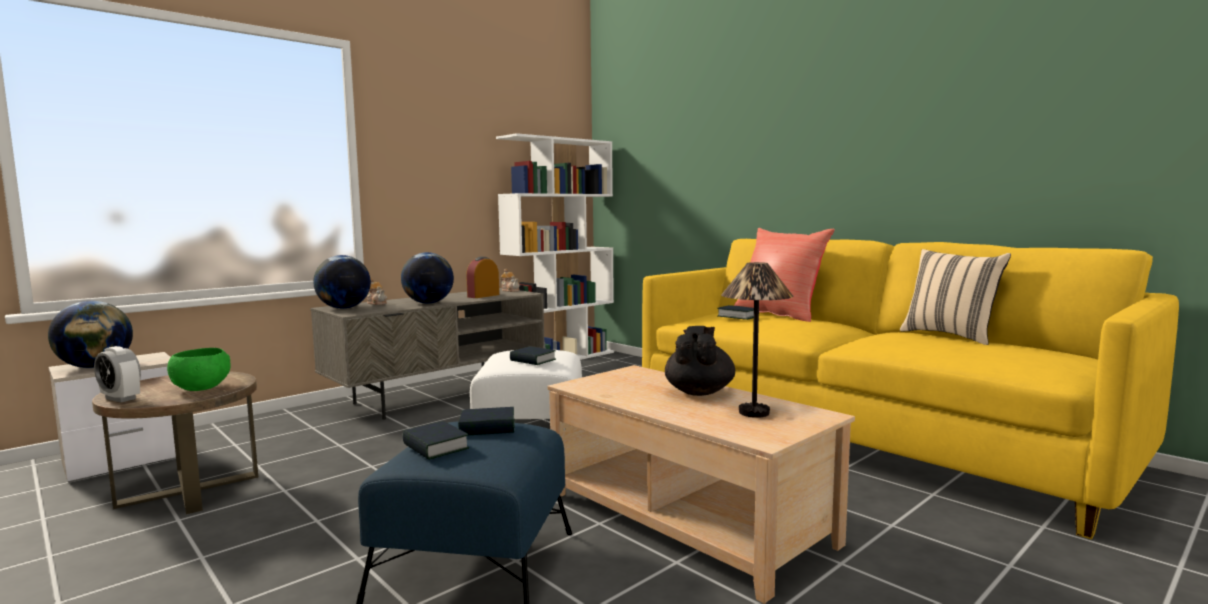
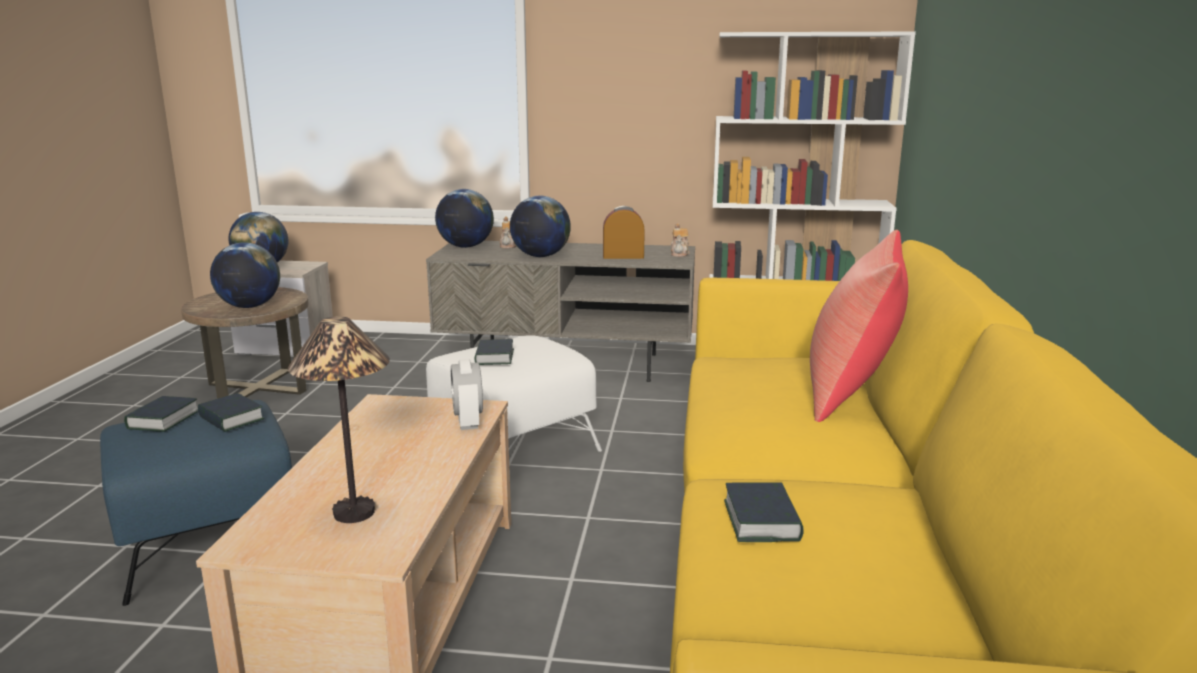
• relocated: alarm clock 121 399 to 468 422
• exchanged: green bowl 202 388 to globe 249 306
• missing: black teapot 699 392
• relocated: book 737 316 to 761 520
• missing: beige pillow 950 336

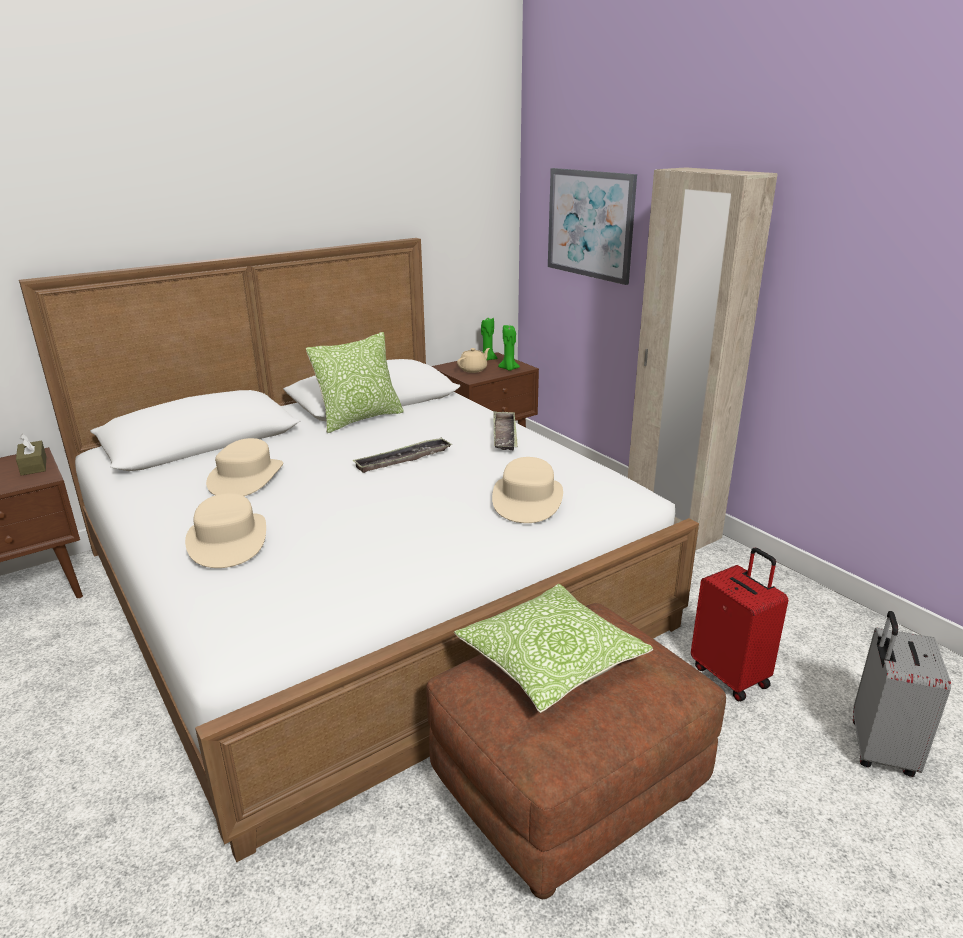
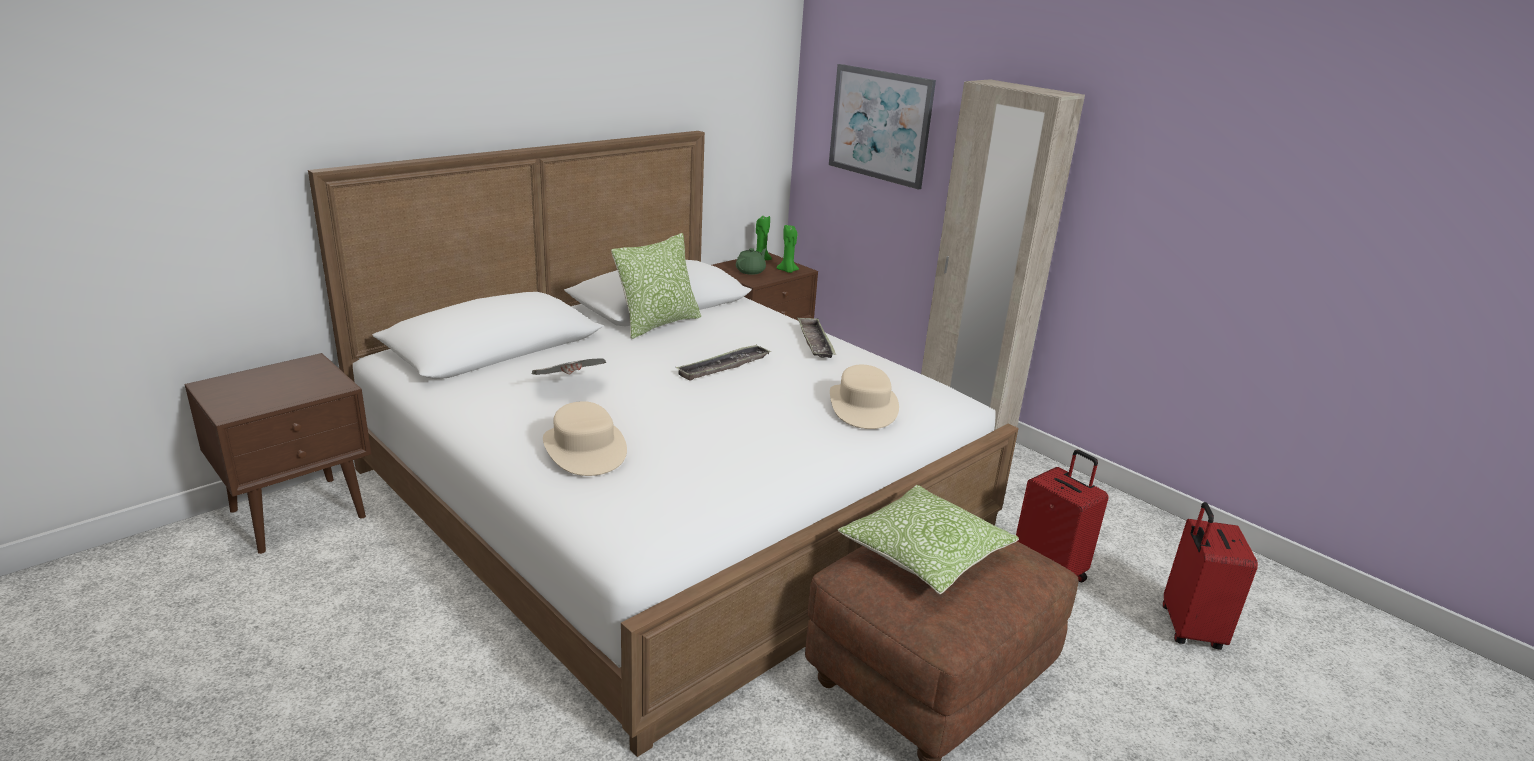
• missing: brown tissue box 33 465
• exchanged: beige hat 246 478 to newspaper 569 386
• colour: beige teapot 473 369 to green teapot 751 271
• colour: grey suitcase 879 749 to red suitcase 1188 628

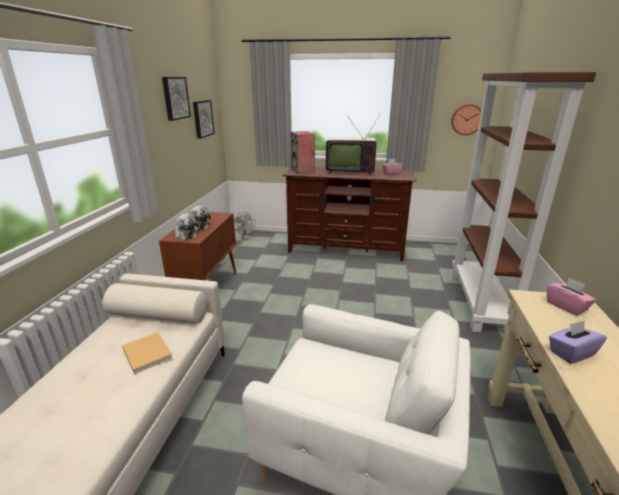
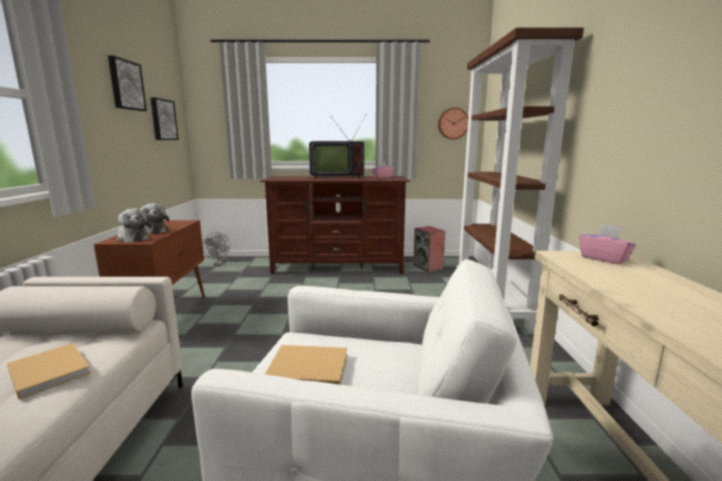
• relocated: speaker 303 171 to 428 267
• missing: purple tissue box 571 353
• appeared: beige book 305 369

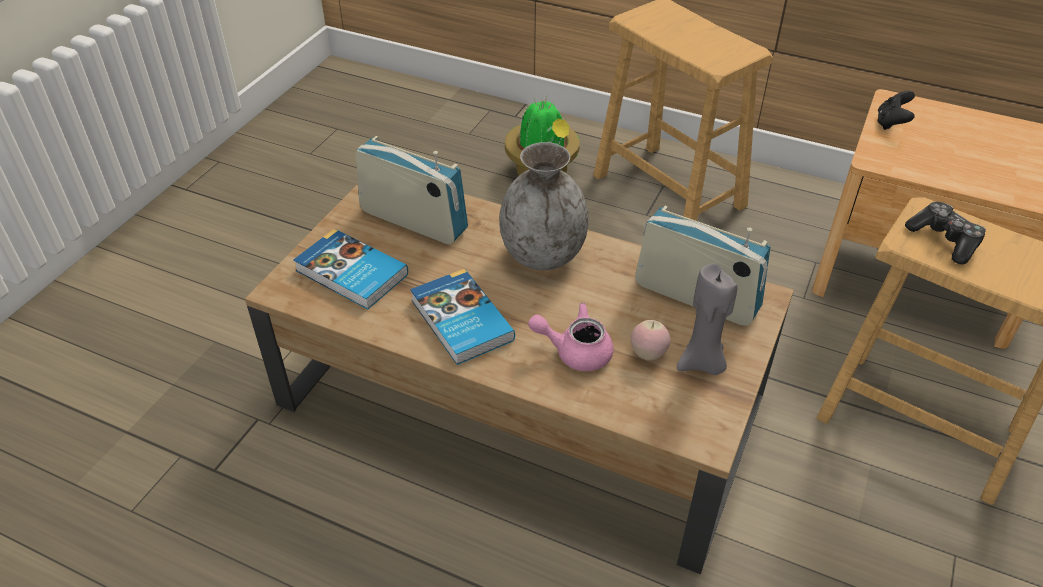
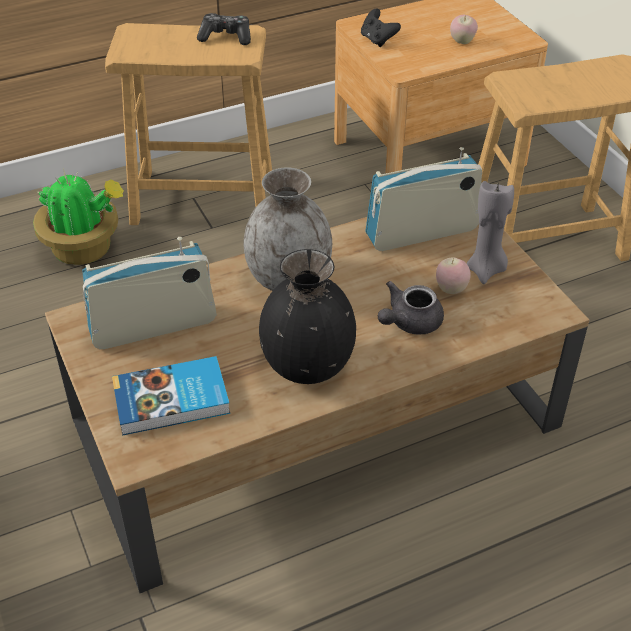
• exchanged: book 460 321 to black vase 308 365
• colour: pink teapot 575 351 to grey teapot 409 323
• relocated: game controller 944 240 to 226 37
• appeared: apple 462 42

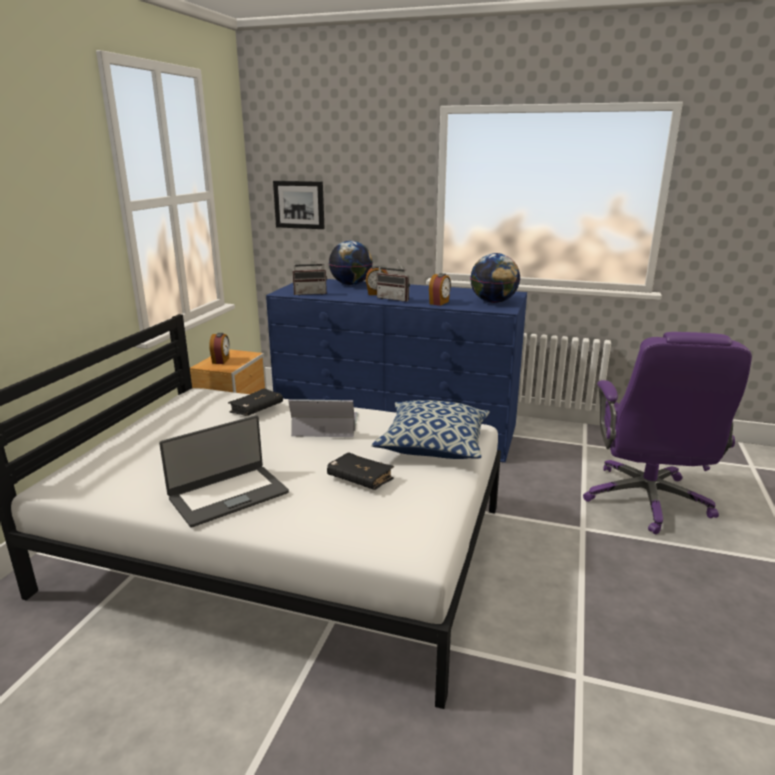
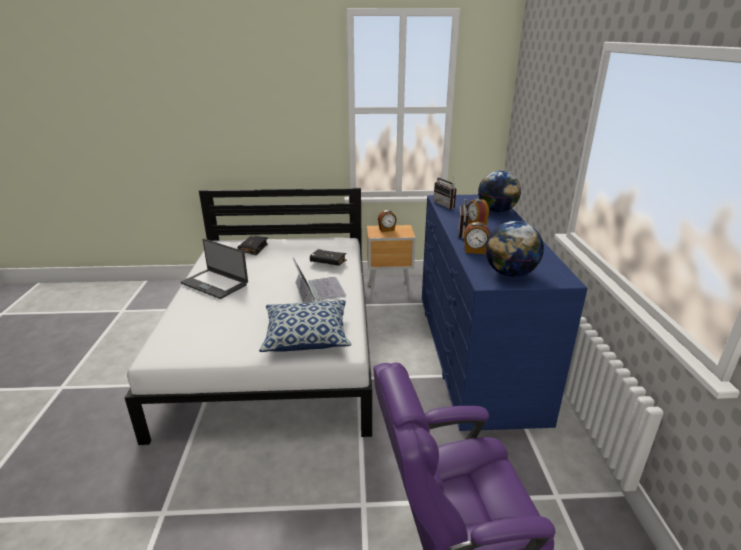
• missing: picture 299 204
• relocated: black book 360 479 to 253 248

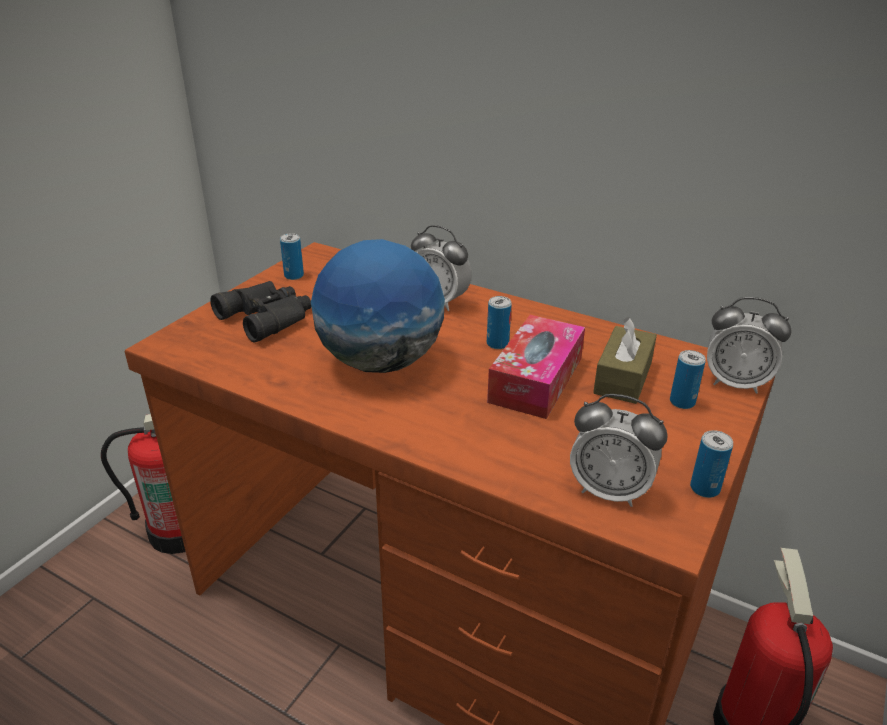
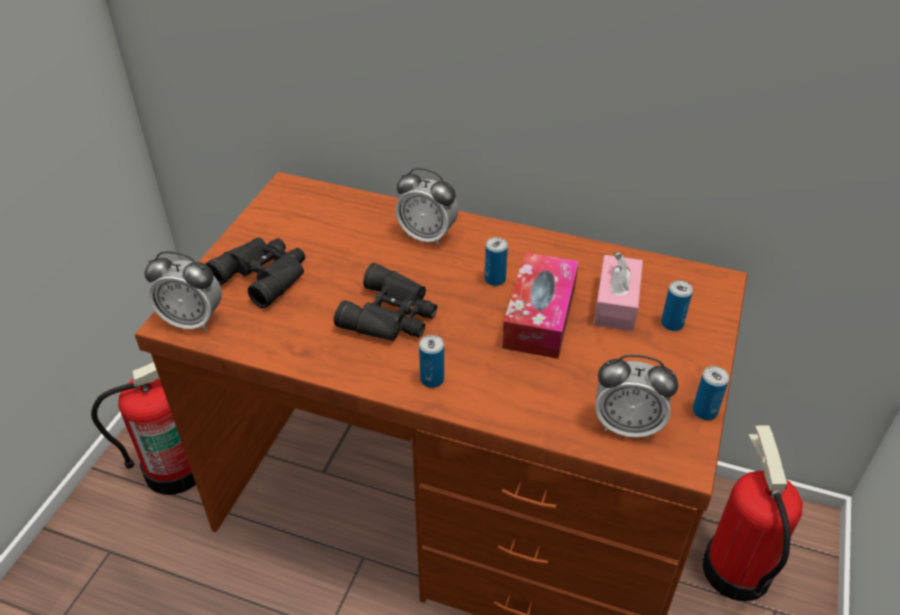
• relocated: can 294 276 to 432 379
• exchanged: globe 381 362 to black binoculars 392 315
• colour: brown tissue box 623 378 to pink tissue box 616 304
• relocated: alarm clock 735 383 to 193 321

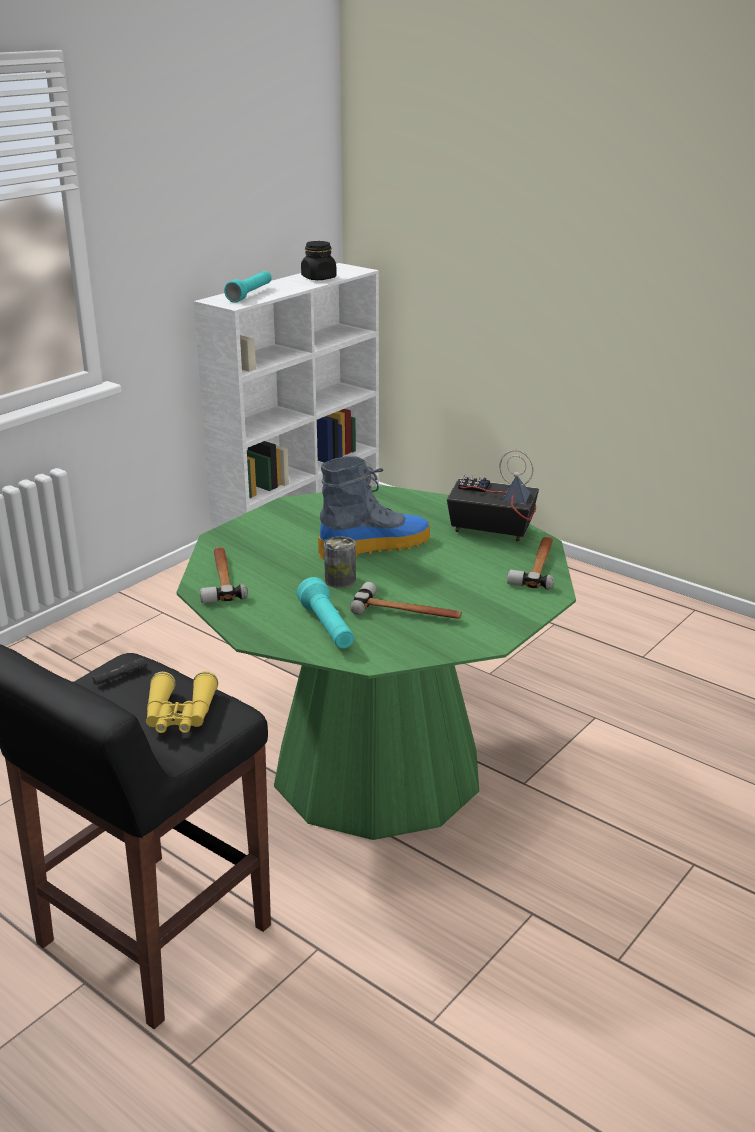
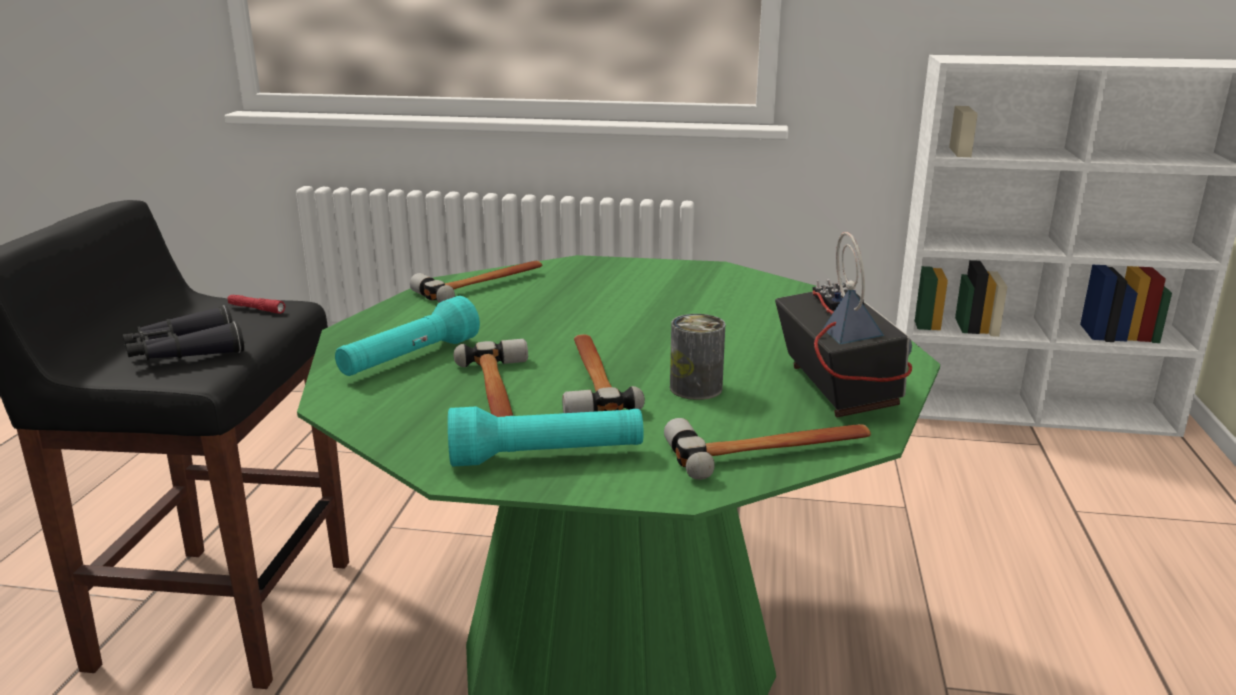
• colour: black flashlight 120 676 to red flashlight 256 309
• colour: yellow binoculars 180 715 to black binoculars 184 352
• relocated: turquoise flashlight 250 294 to 547 457
• missing: black jar 319 278
• missing: boot 375 546
• relocated: can 340 580 to 696 388
• appeared: hammer 591 380

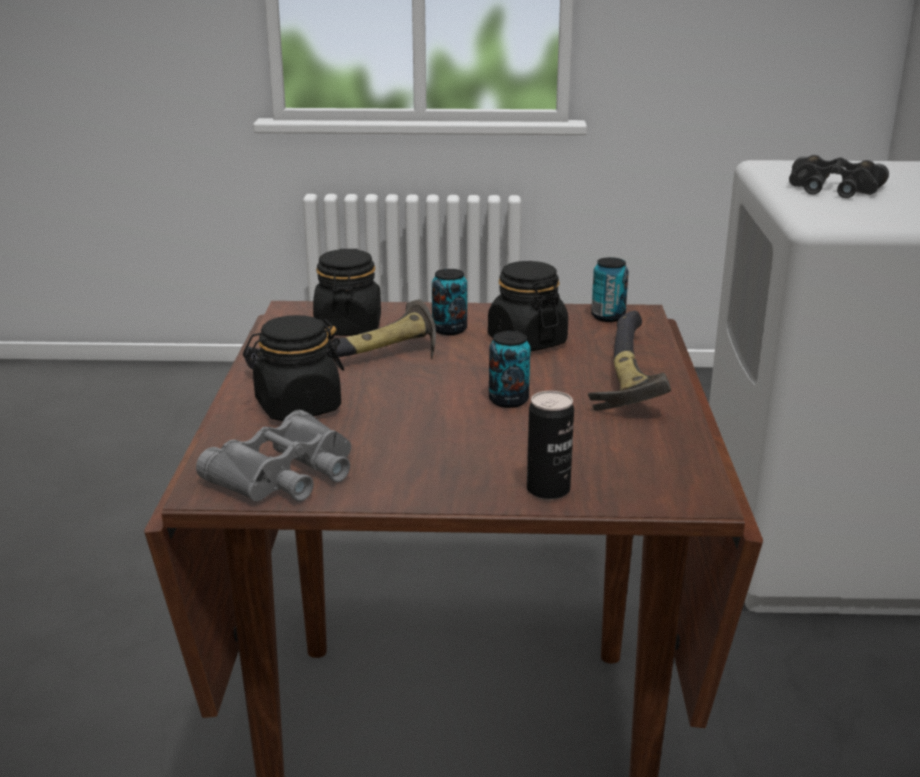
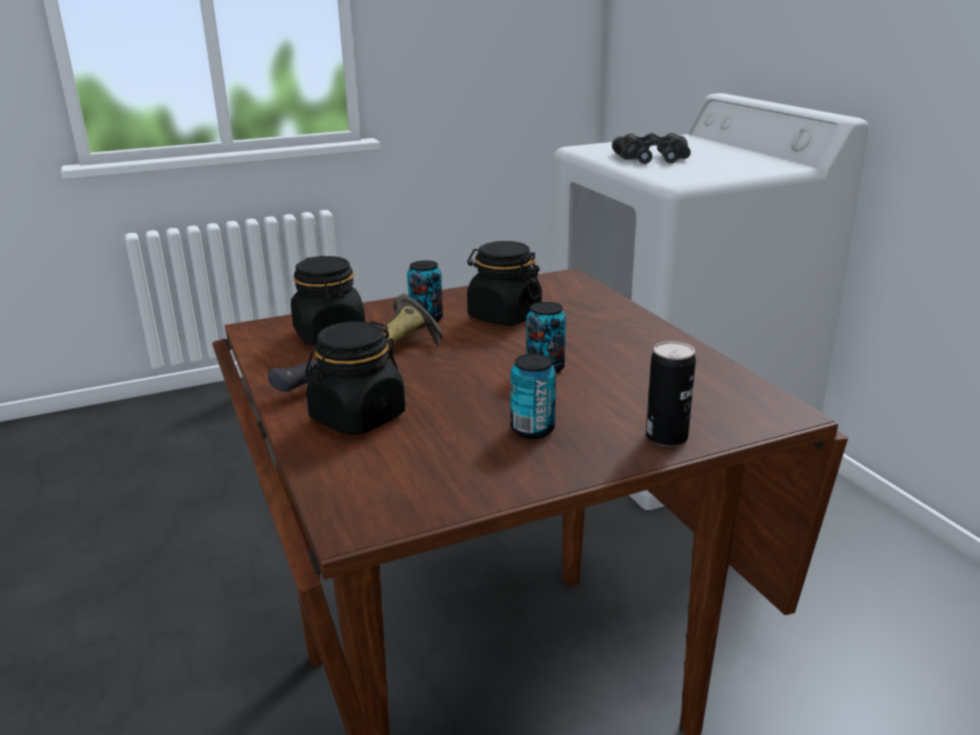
• missing: grey binoculars 286 473
• missing: hammer 623 378
• relocated: can 608 317 to 532 429

